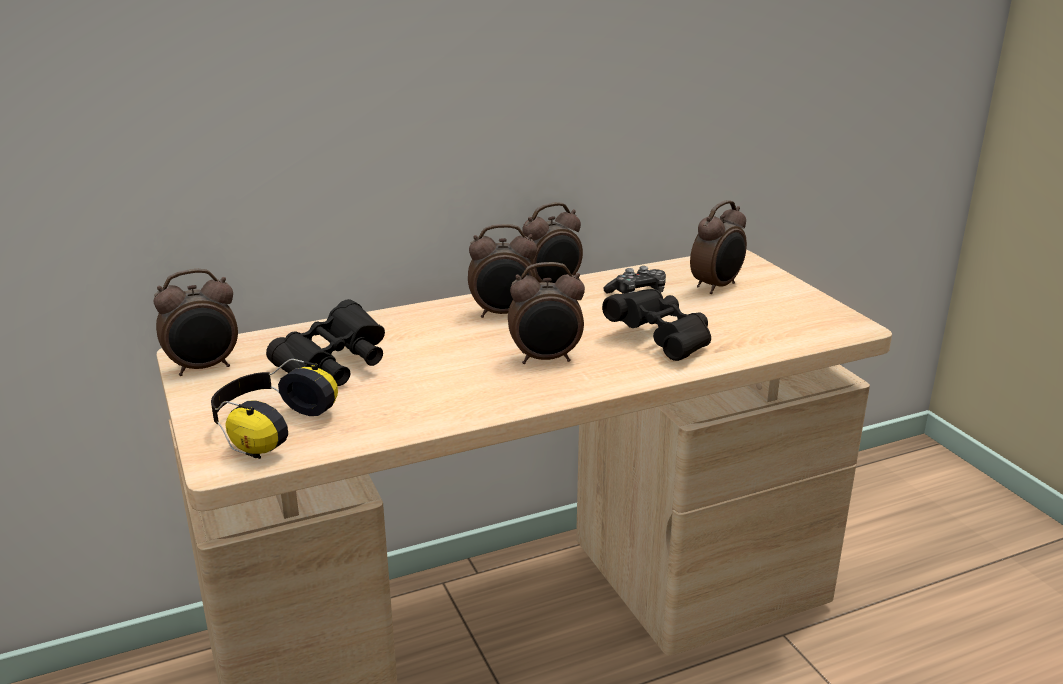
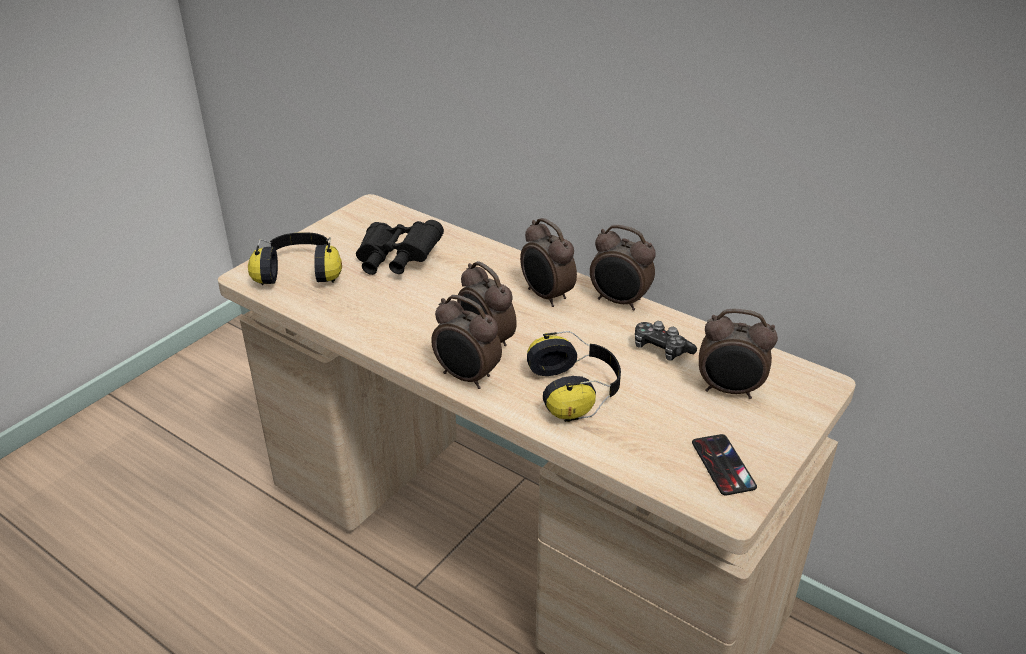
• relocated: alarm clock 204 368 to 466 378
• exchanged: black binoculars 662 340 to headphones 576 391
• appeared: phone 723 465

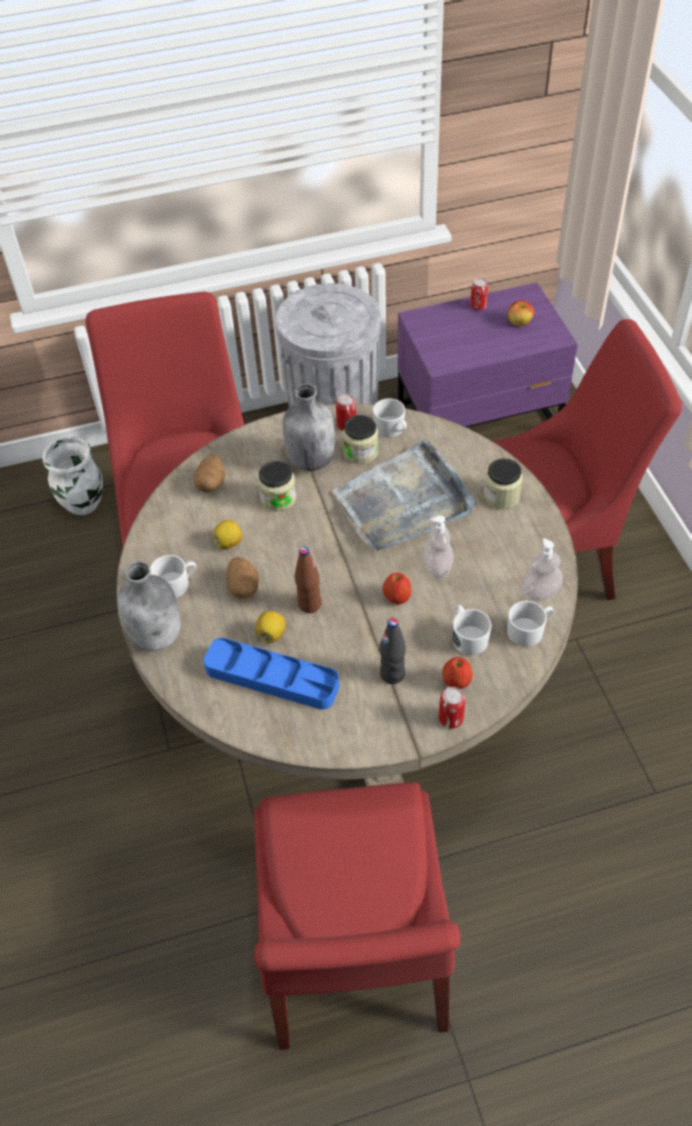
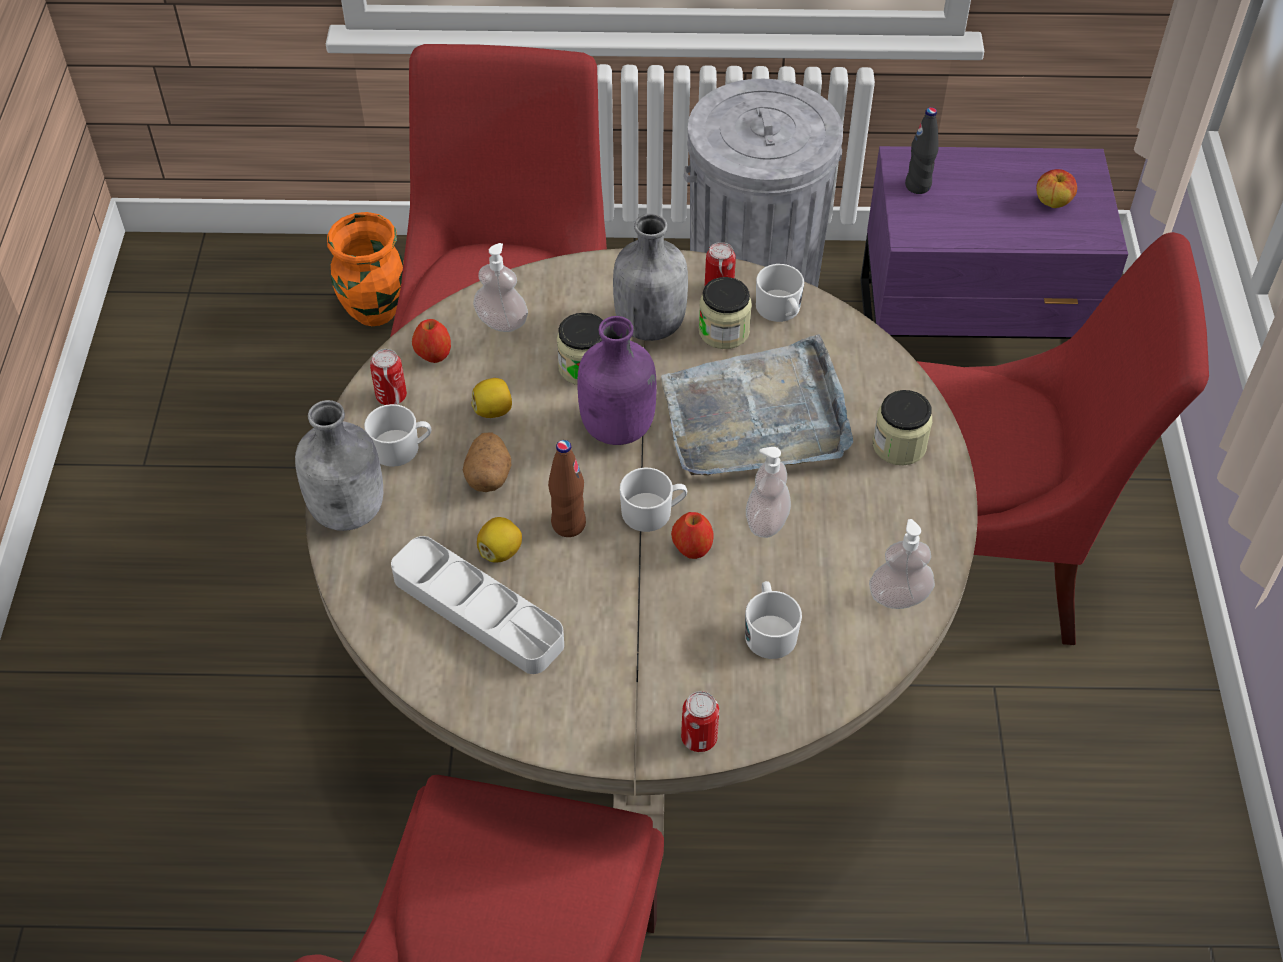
• colour: white vase 84 504 to orange vase 375 312
• exchanged: potato 211 483 to soap dispenser 502 322
• colour: blue tray 272 677 to grey tray 477 610
• relocated: black bottle 392 674 to 918 186
• relocated: apple 456 682 to 433 356
• relocated: can 478 306 to 391 396
• relocated: white mug 529 630 to 653 512
• appeared: purple bottle 619 428

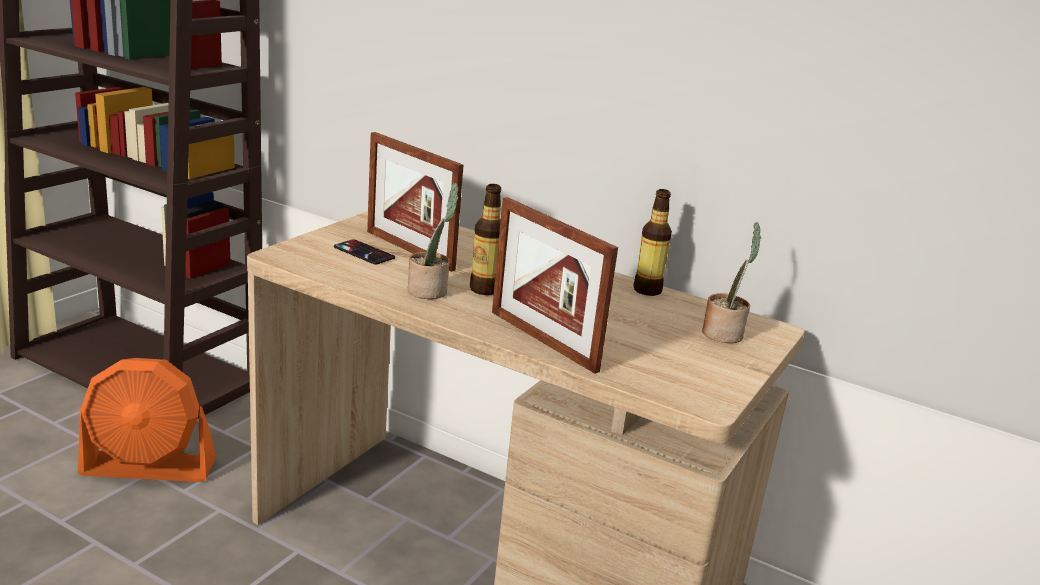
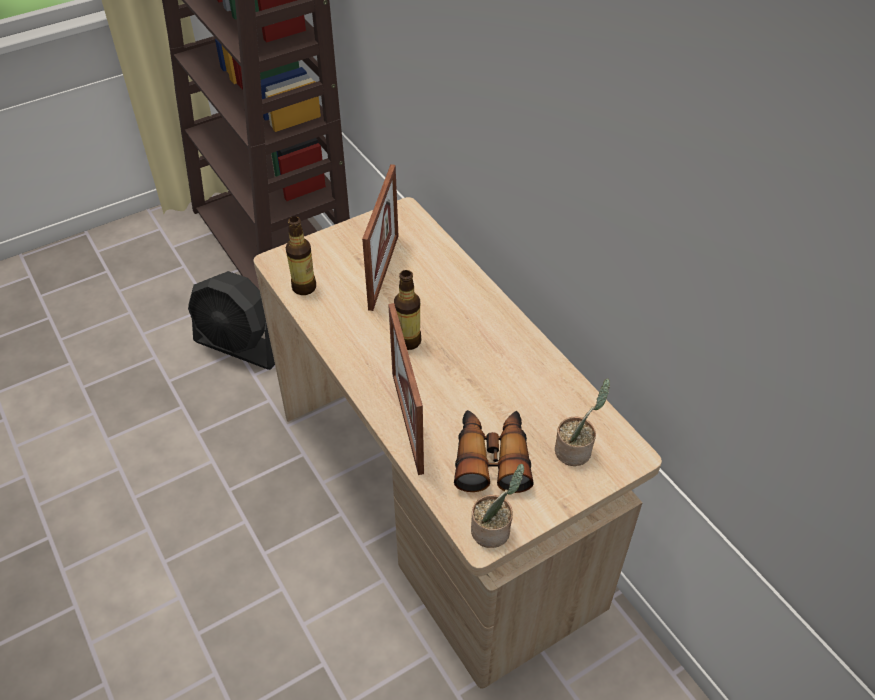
• colour: orange fan 149 467 to black fan 240 346
• missing: phone 364 253
• spun: picture frame 409 250 = 383 271 150 degrees counterclockwise
• relocated: potted plant 430 291 to 493 530
• relocated: bottle 647 290 to 304 287
• appeared: binoculars 492 457

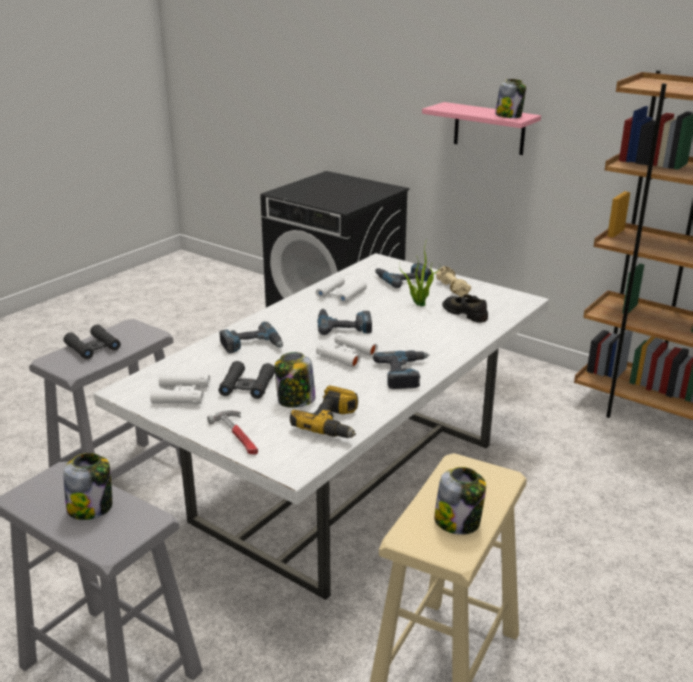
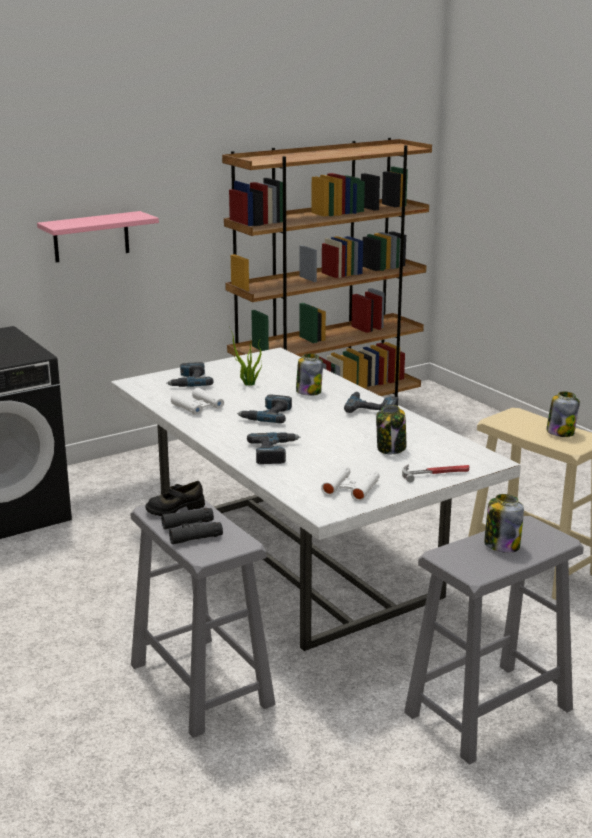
• missing: black binoculars 247 386
• missing: power drill 333 424
• missing: white binoculars 346 355
• missing: beige dumbbell 452 289
• relocated: black shoe 465 313 to 175 508
• relocated: jar 509 116 to 308 392

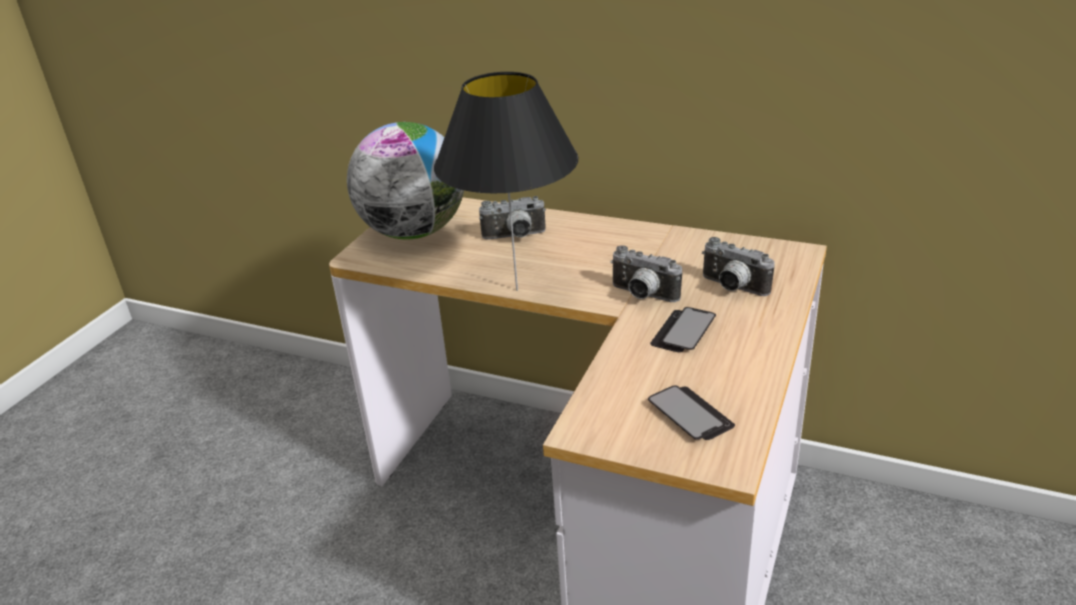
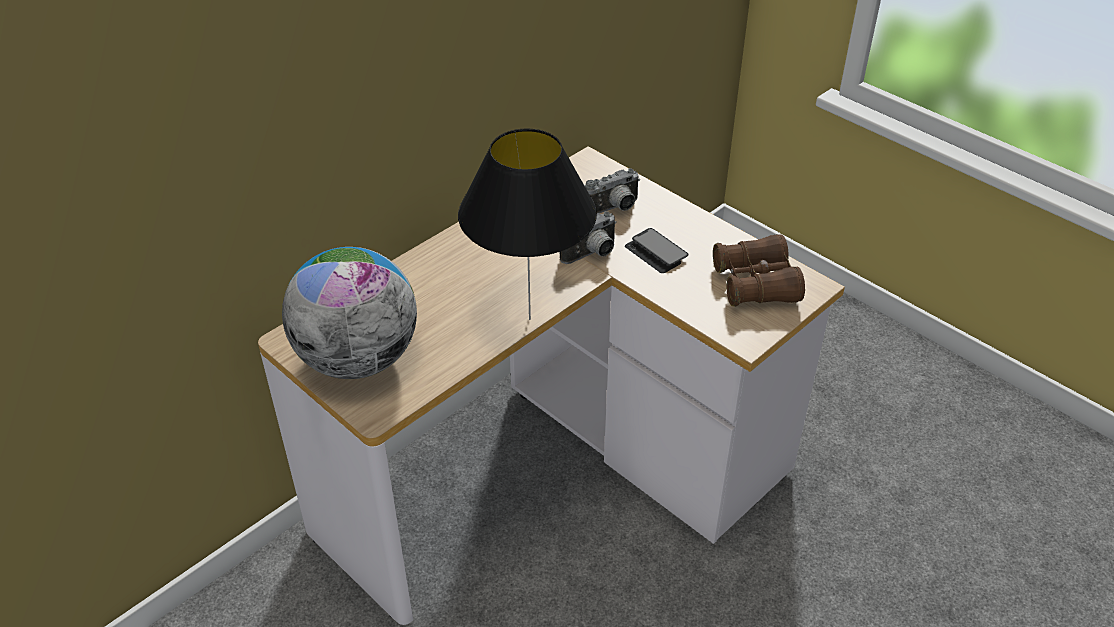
• missing: photo camera 515 237
• exchanged: phone 690 415 to brown binoculars 756 284

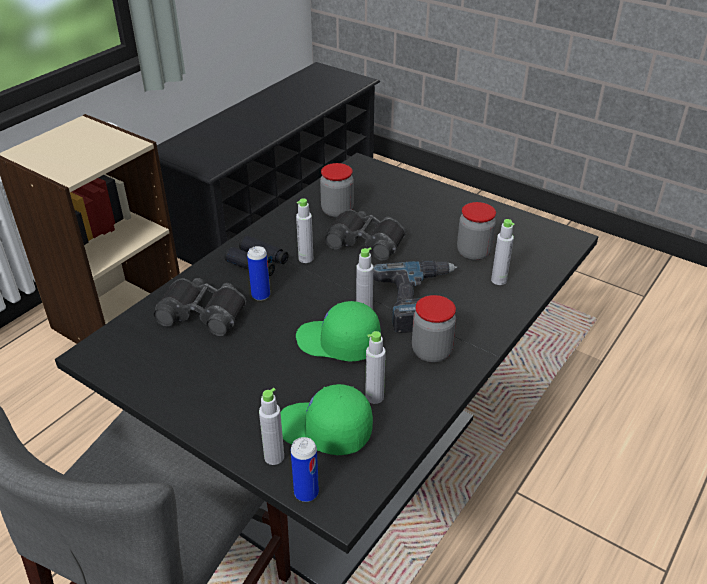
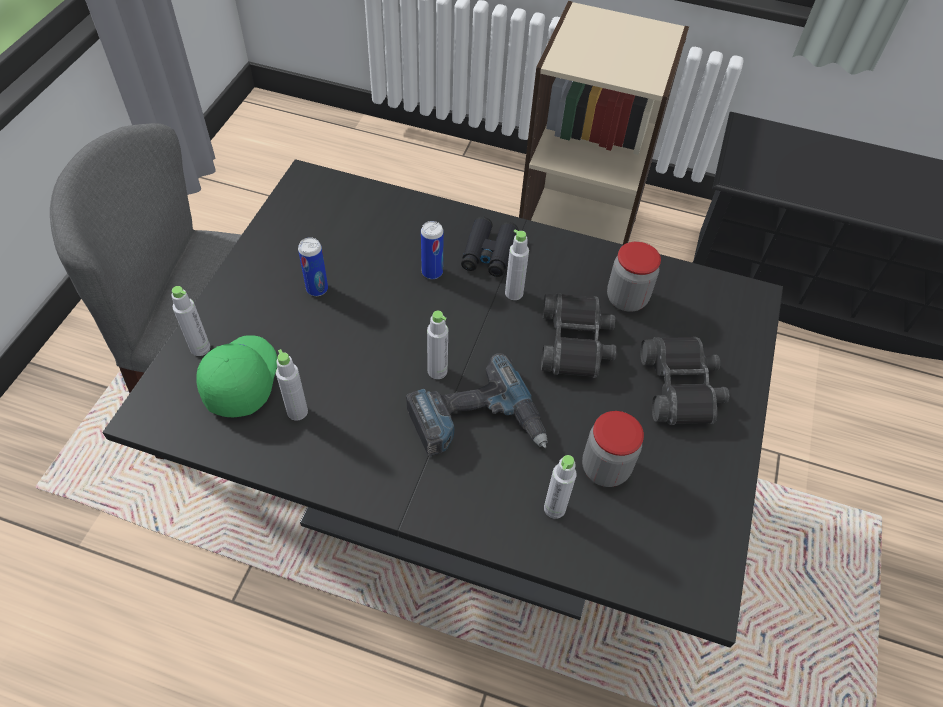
• relocated: black binoculars 203 313 to 681 387
• relocated: can 306 493 to 317 289
• missing: green cap 338 343
• missing: jar 431 352

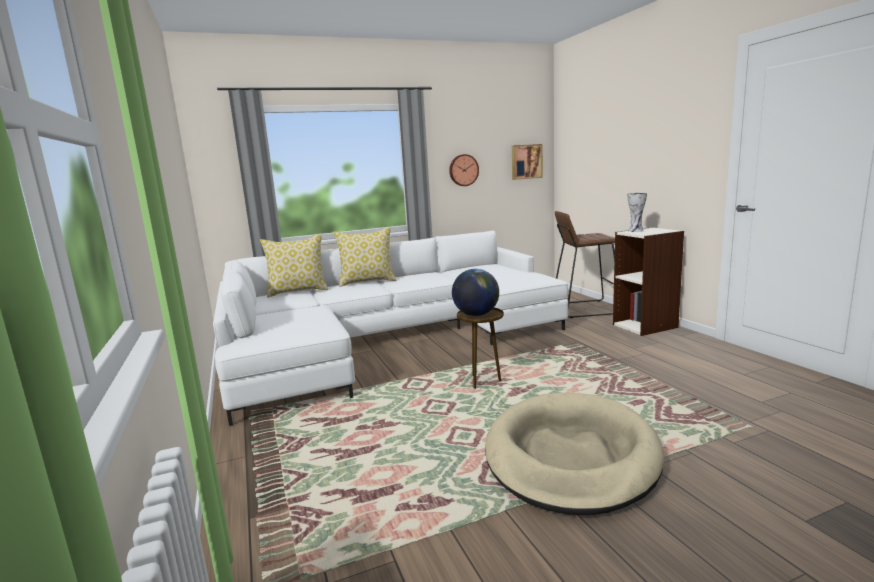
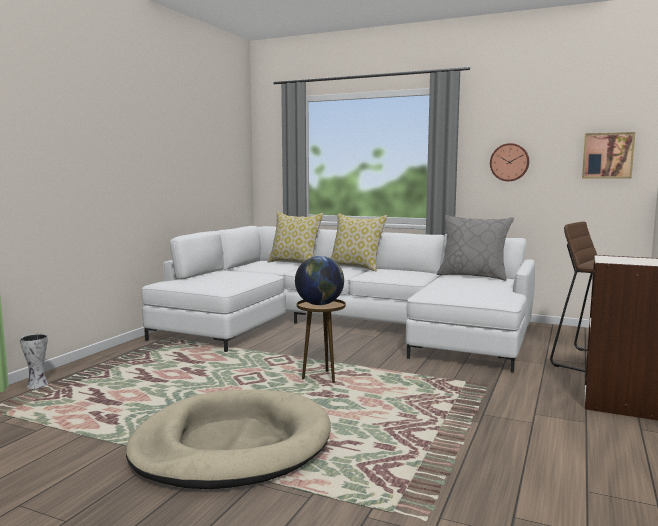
• relocated: vase 636 230 to 38 385
• appeared: grey pillow 473 276

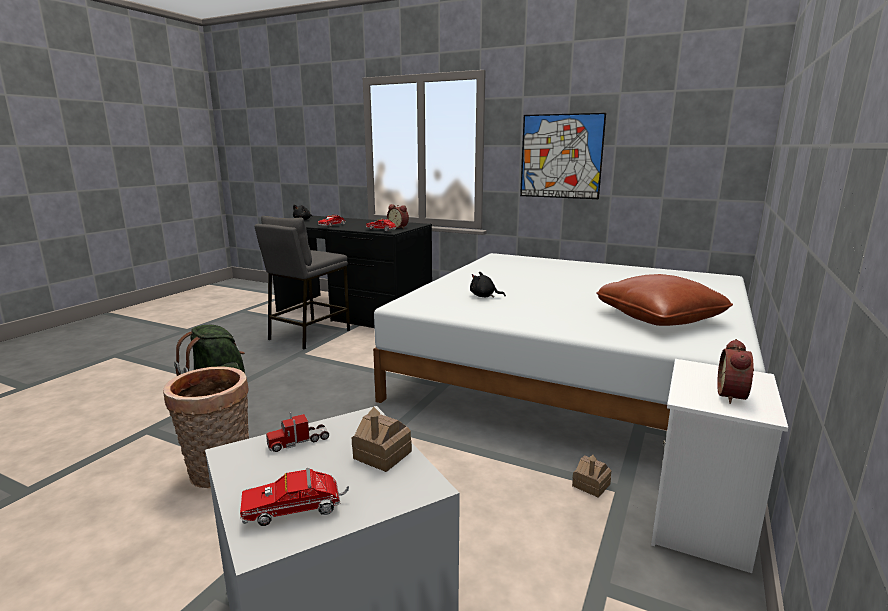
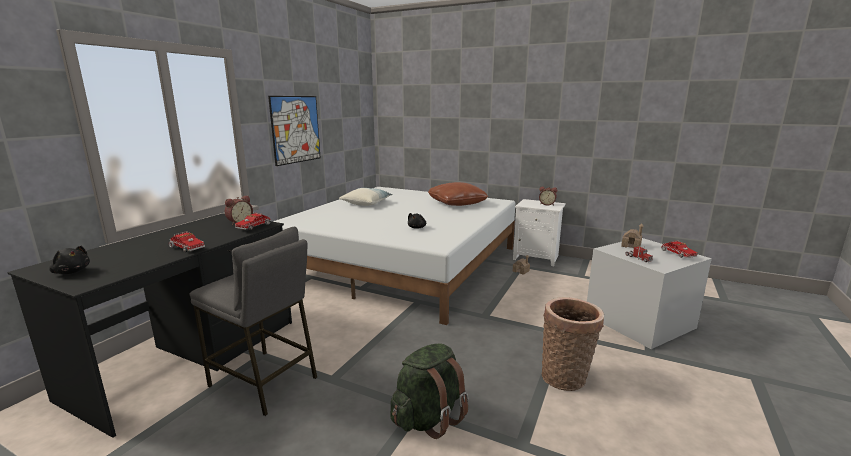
• appeared: pillow 366 203

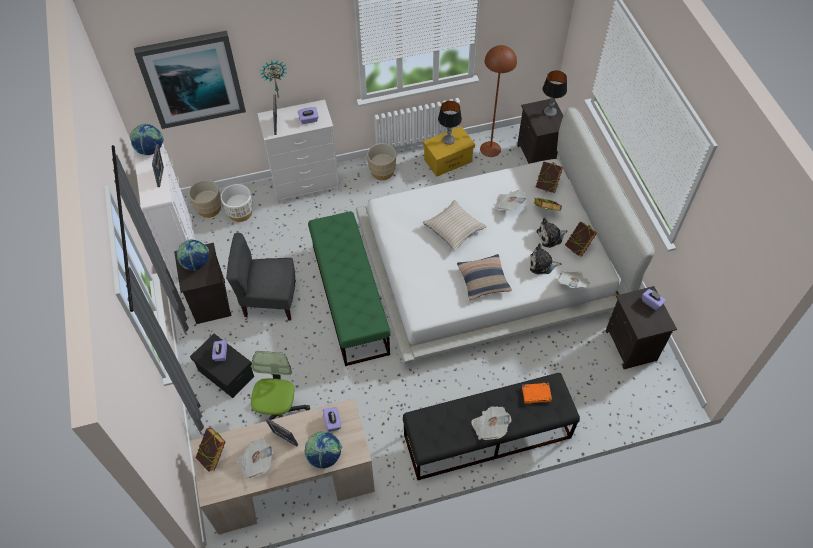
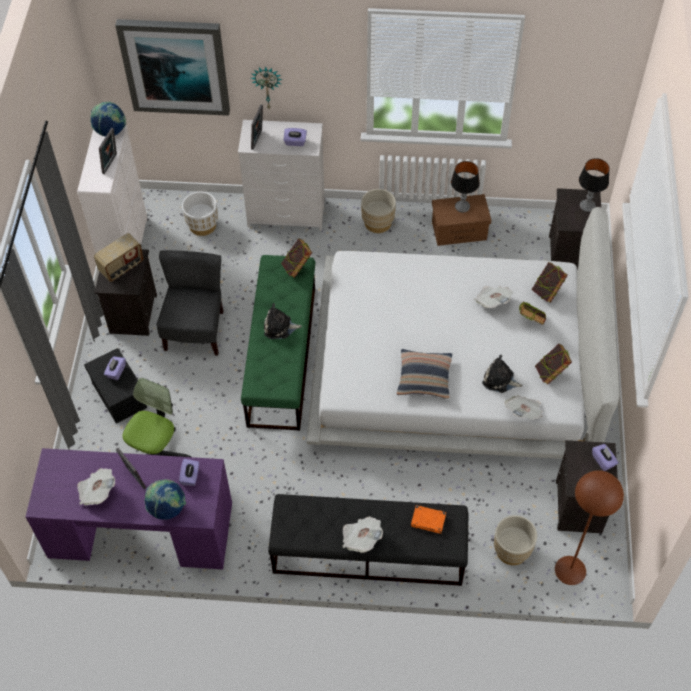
• exchanged: globe 196 263 to radio 122 267
• relocated: beige planter 209 208 to 511 550
• colour: beige desk 290 481 to purple desk 140 529
• relocated: book 213 456 to 297 267
• spun: grey chair 270 300 = 196 331 75 degrees clockwise
• missing: beige pillow 454 229
• colour: yellow storage box 448 160 to brown storage box 459 230
• relocated: brown floor lamp 490 149 to 570 570
• relocated: plush toy 551 237 to 279 327

